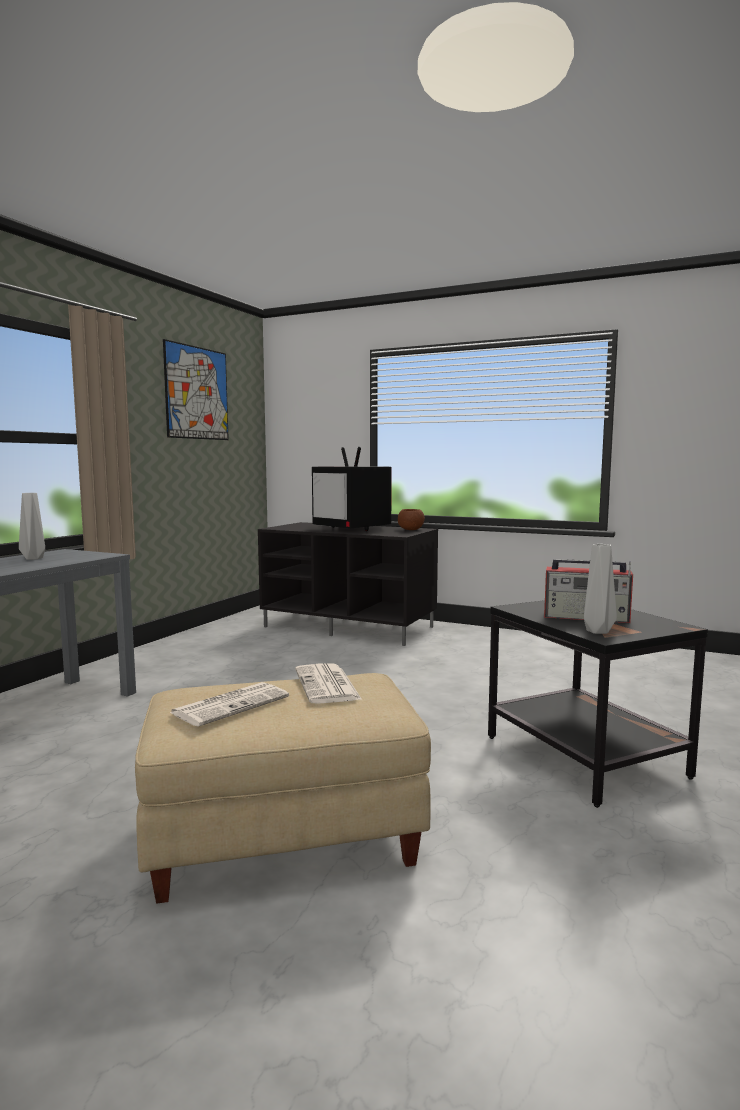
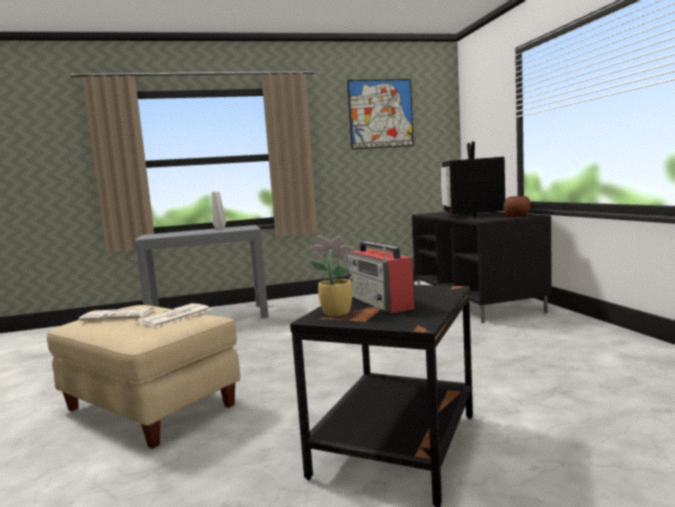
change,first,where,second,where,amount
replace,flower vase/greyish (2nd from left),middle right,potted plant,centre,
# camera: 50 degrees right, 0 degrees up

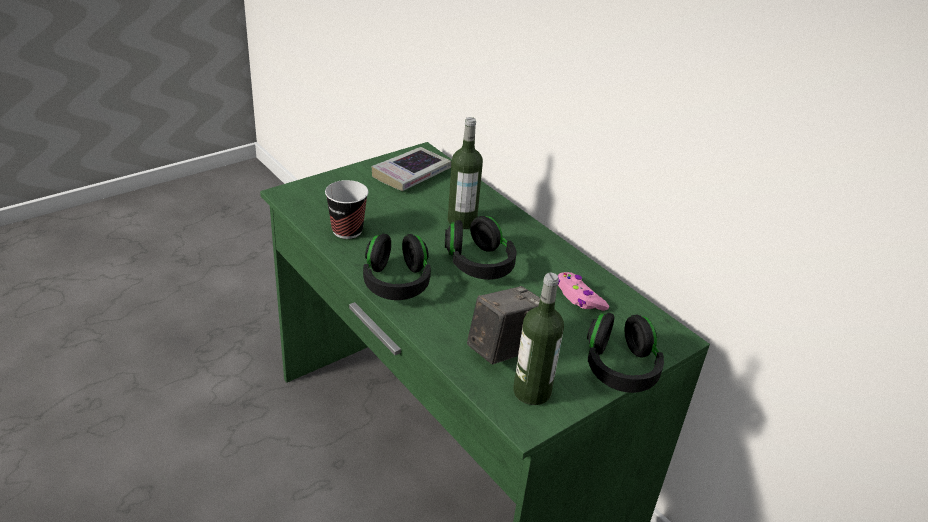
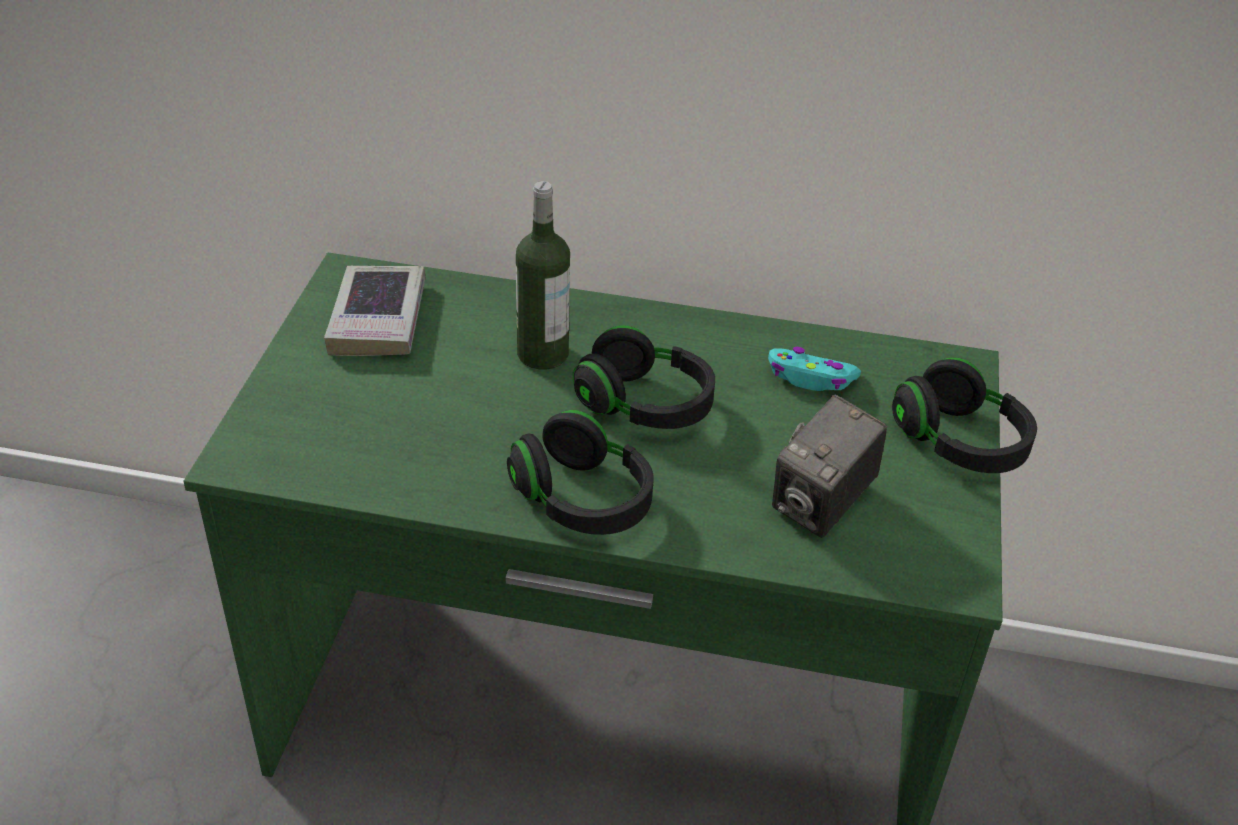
change,first,where,second,where,amount
recolor,game controller/pink,centre,game controller/blue-green,centre,
rotate,photo camera,centre,,middle right,150 degrees counterclockwise
delete,drinking cup,centre,,,
delete,beverage bottle (2nd from left),centre,,,
# camera: 40 degrees left, 5 degrees up

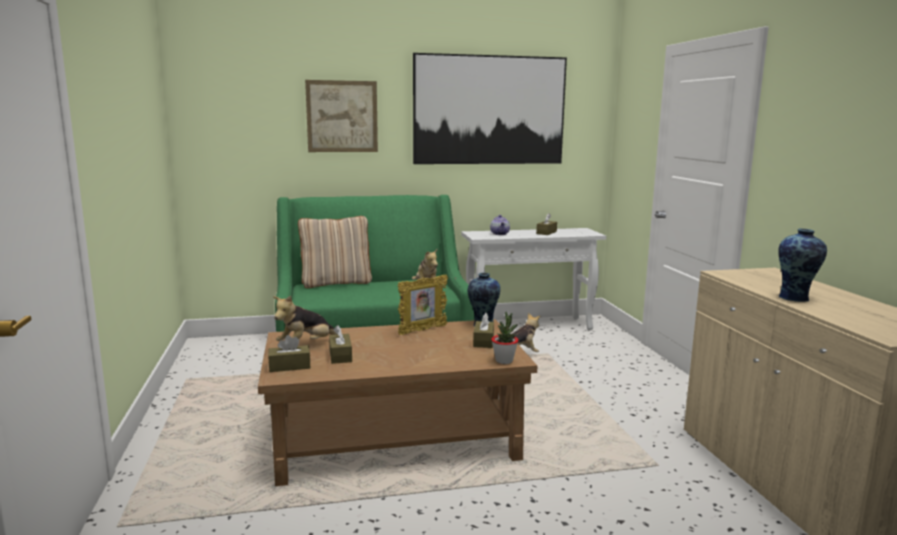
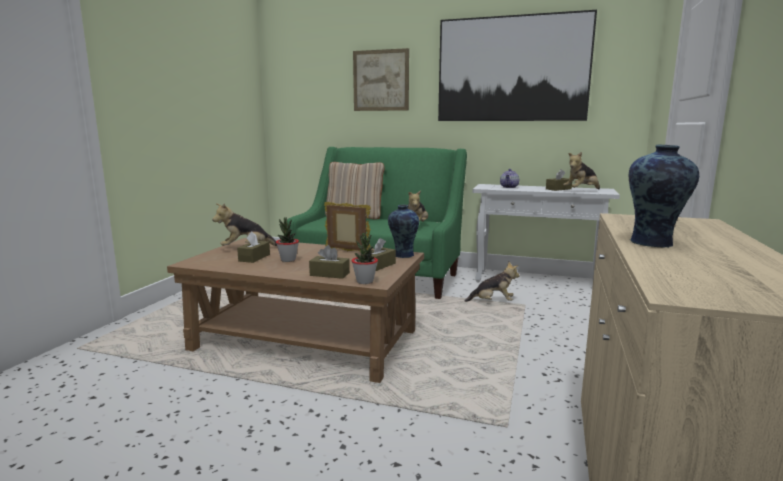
change,first,where,second,where,amount
insert,,,potted plant (1st from left),centre,
move,tissue box/brown-coloured (1st from left in the first image),middle left,tissue box/brown-coloured (2nd from left),centre,
rotate,photo frame,centre,,centre,150 degrees counterclockwise
insert,,,plush toy (4th from left),middle right,
# camera: 30 degrees right, 0 degrees up

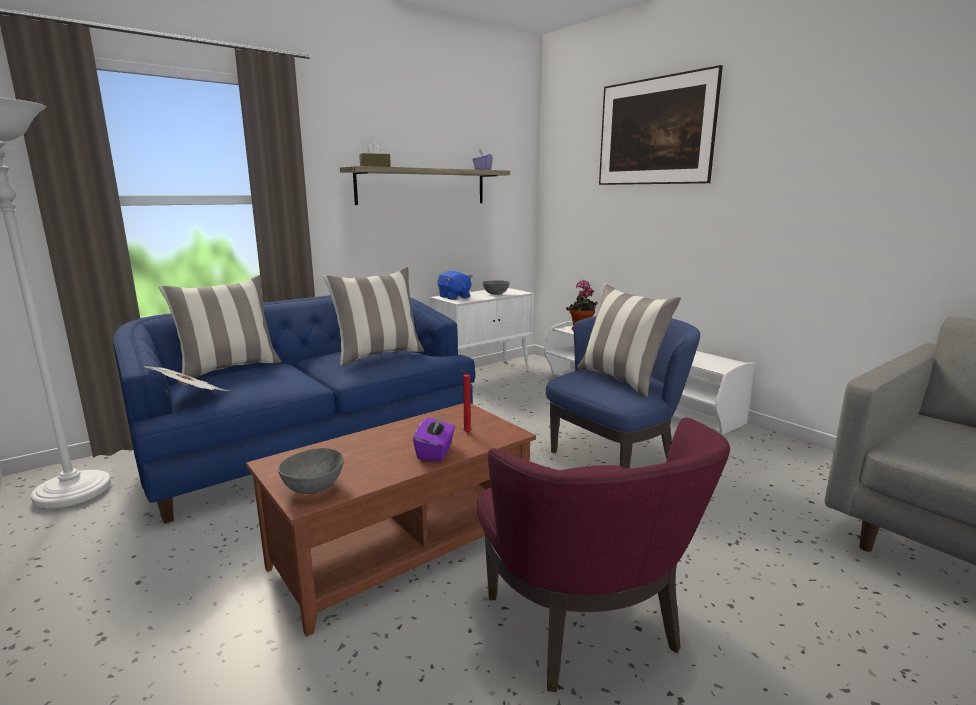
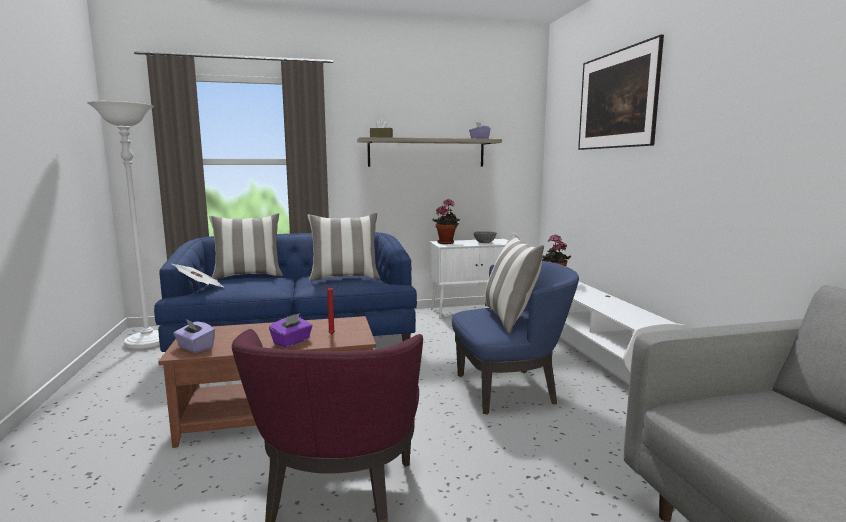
change,first,where,second,where,amount
replace,bowl/greyish (1st from left),bottom left,tissue box/purple-coloured (1st from left),middle left,
replace,plush toy/blue,centre,potted plant (1st from left),centre,
# camera: 25 degrees right, 5 degrees down

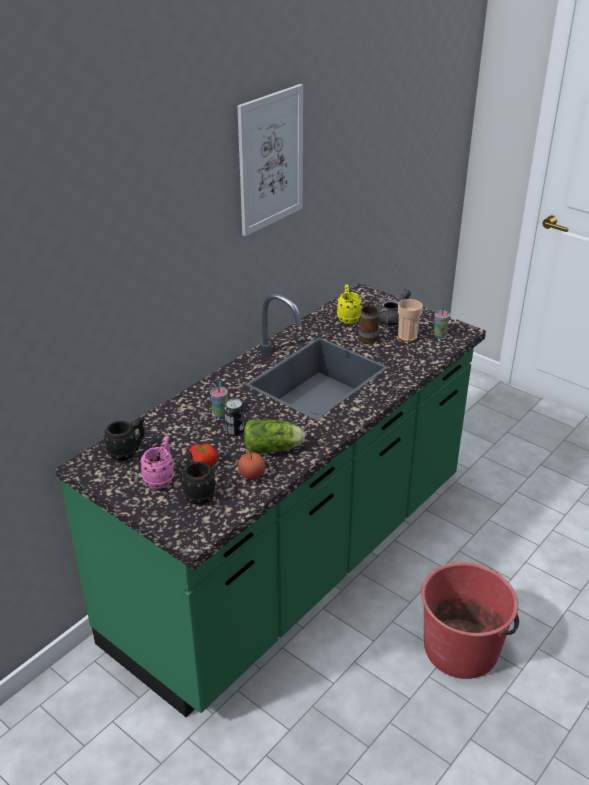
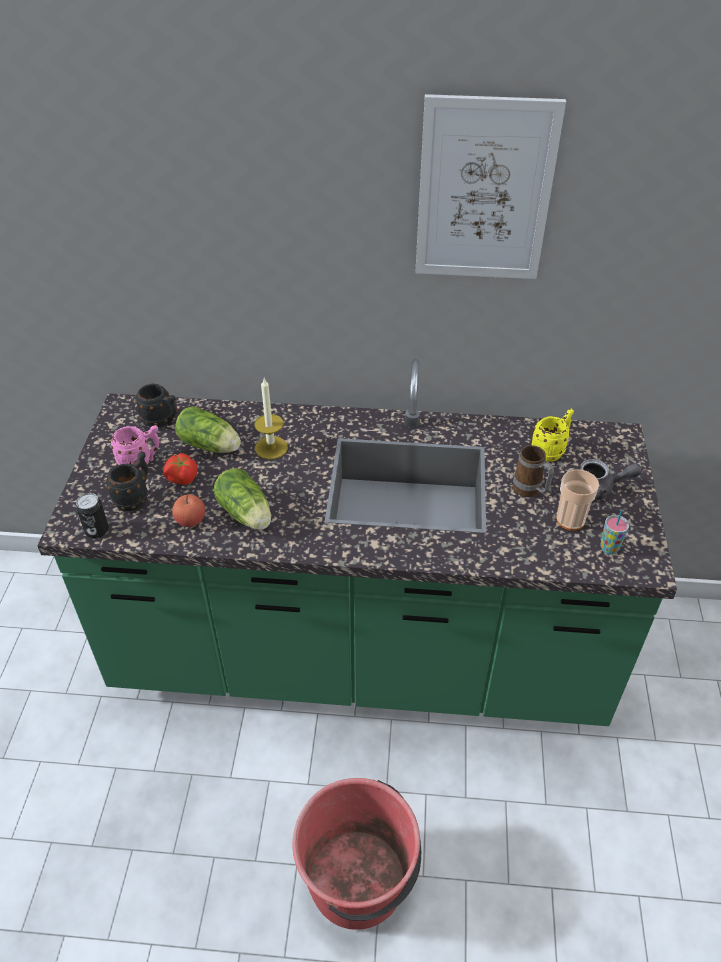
change,first,where,second,where,amount
move,can,centre,,middle left,
insert,,,head of lettuce (1st from left),middle left,
replace,drinking cup (1st from left),centre,candle,centre,
# camera: 55 degrees right, 10 degrees up

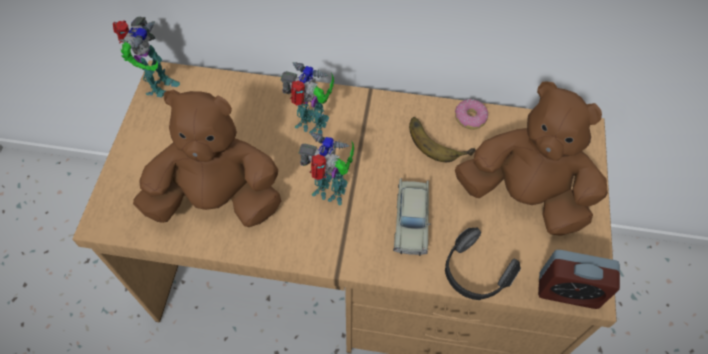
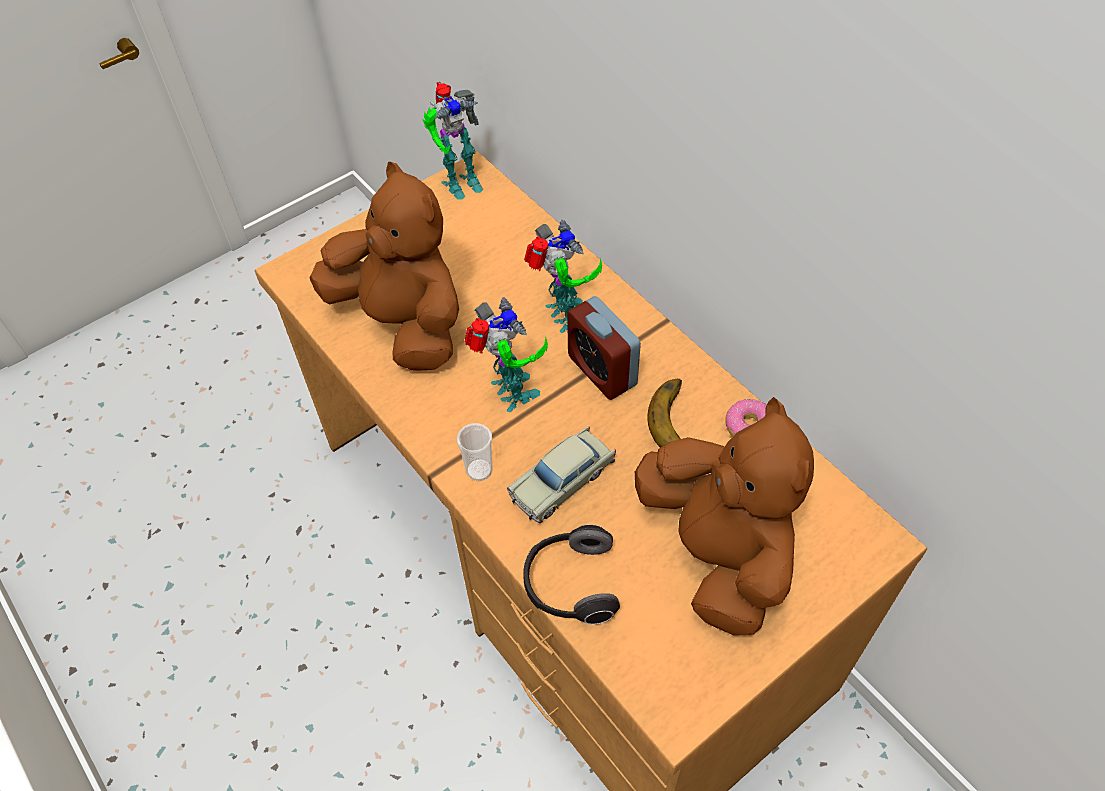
change,first,where,second,where,amount
insert,,,drinking cup,centre,
move,alarm clock,bottom right,,centre,
# camera: 45 degrees right, 5 degrees down

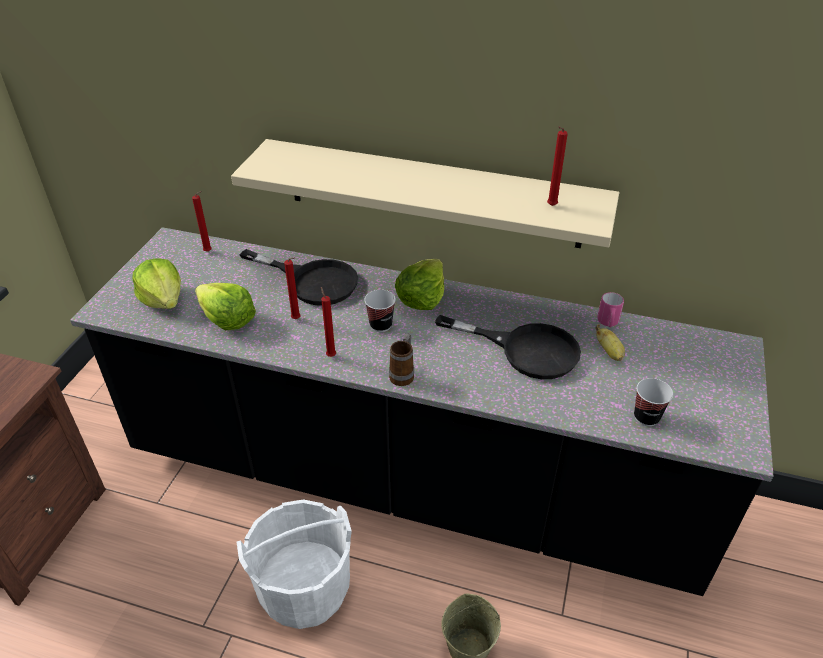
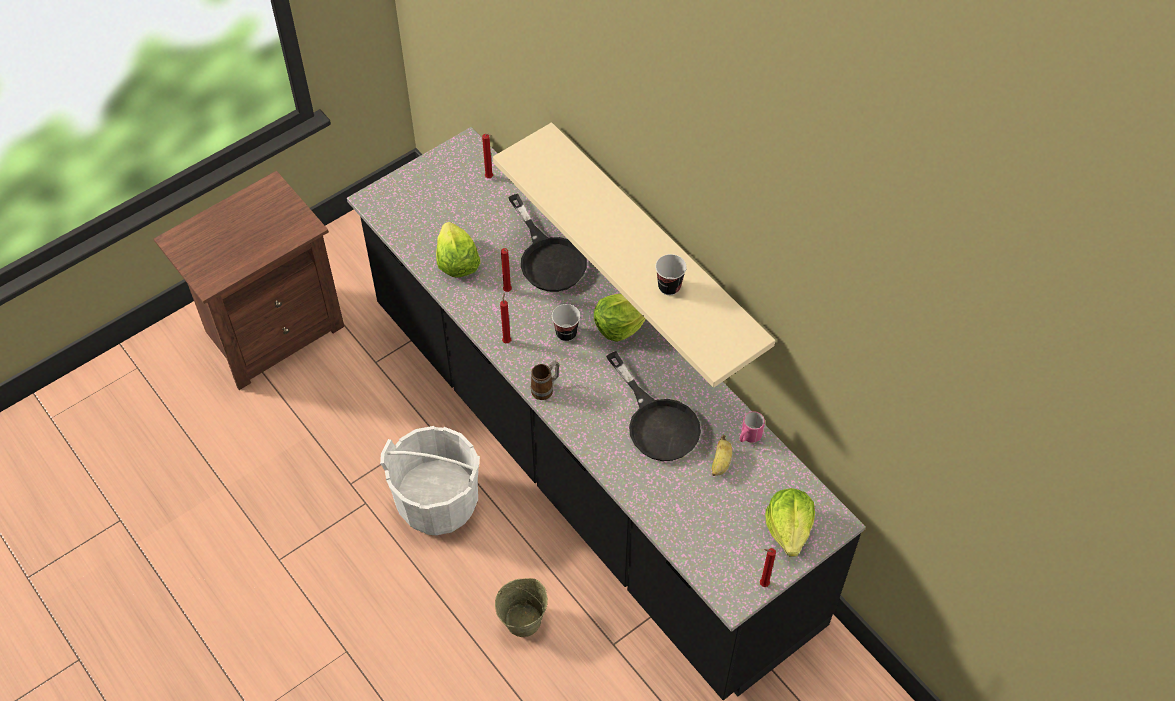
change,first,where,second,where,amount
move,drinking cup (2nd from left),middle right,,centre,
move,candle/reddish (4th from left),top right,,bottom centre,
move,head of lettuce (1st from left in the first image),middle left,head of lettuce (3rd from left),bottom right,
# camera: 35 degrees right, 15 degrees up

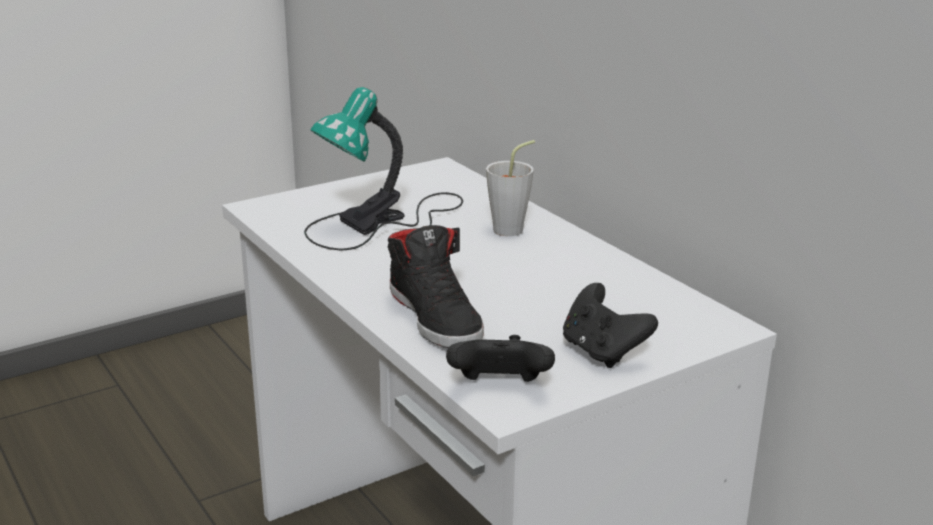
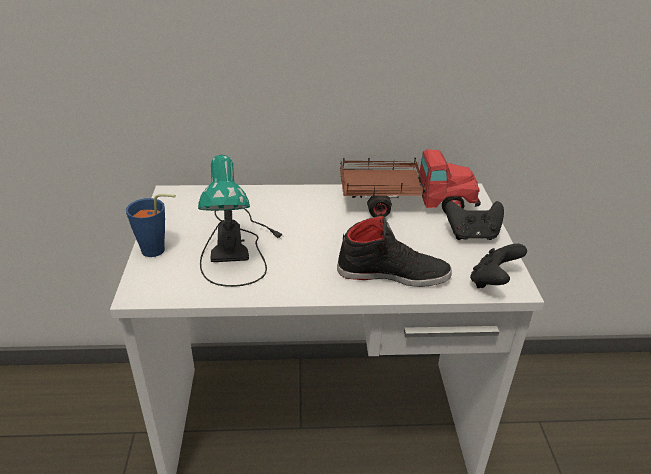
change,first,where,second,where,amount
insert,,,drinking cup/blue,middle left,
insert,,,toy truck,centre,
delete,drinking cup/greyish,centre,,,
# camera: 60 degrees left, 10 degrees up

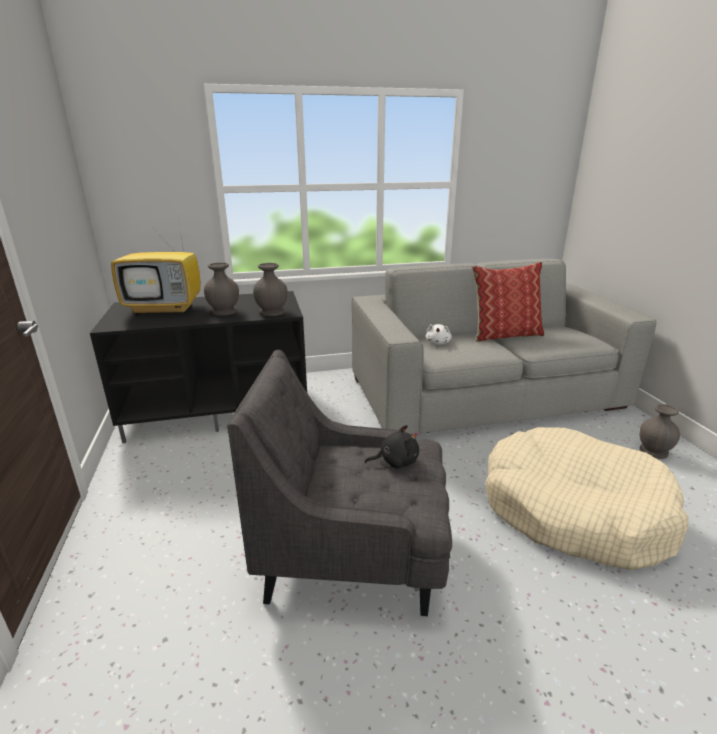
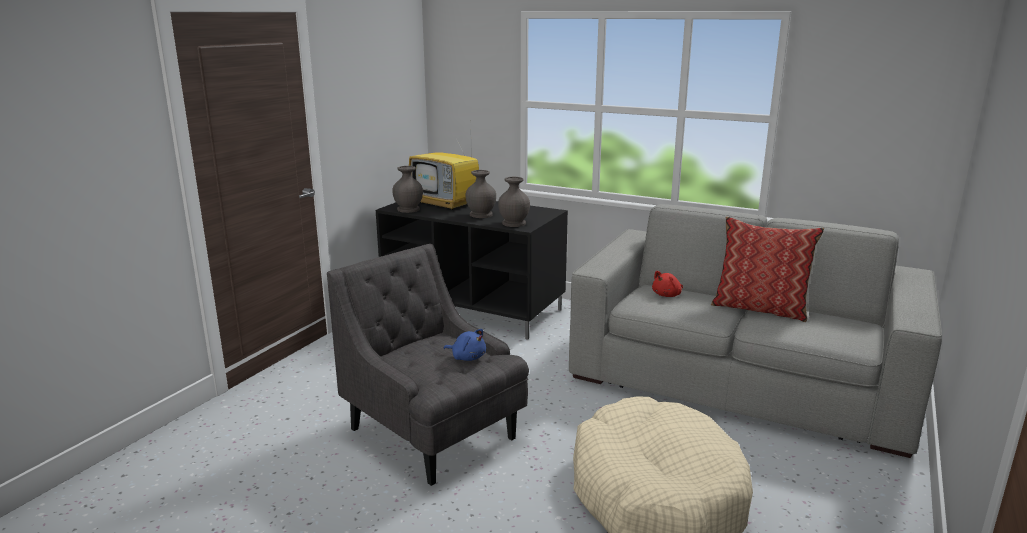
change,first,where,second,where,amount
move,flower vase/greyish (3rd from left in the first image),middle right,flower vase/greyish (1st from left),centre,
recolor,plush toy/black,centre,plush toy/blue,centre,
recolor,plush toy/white-coloured,centre,plush toy/reddish,centre,
# camera: 40 degrees right, 5 degrees down

